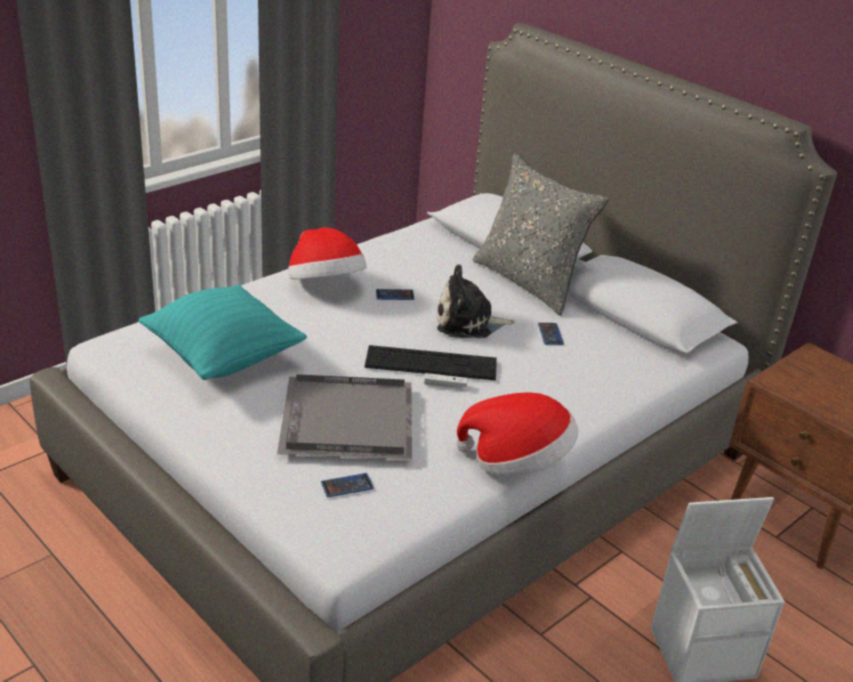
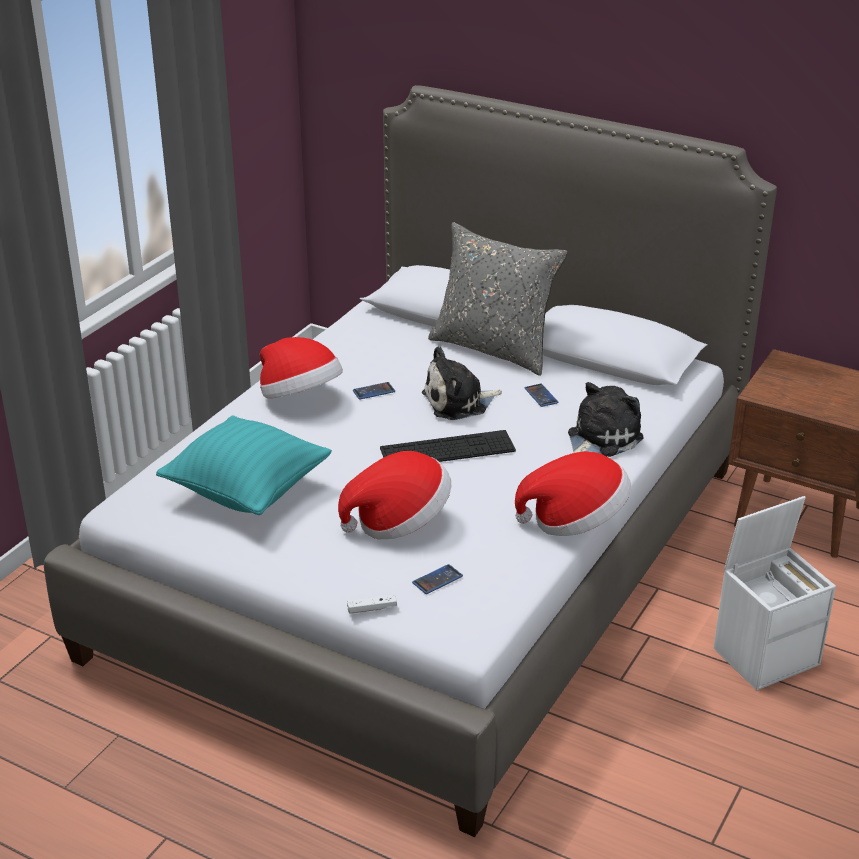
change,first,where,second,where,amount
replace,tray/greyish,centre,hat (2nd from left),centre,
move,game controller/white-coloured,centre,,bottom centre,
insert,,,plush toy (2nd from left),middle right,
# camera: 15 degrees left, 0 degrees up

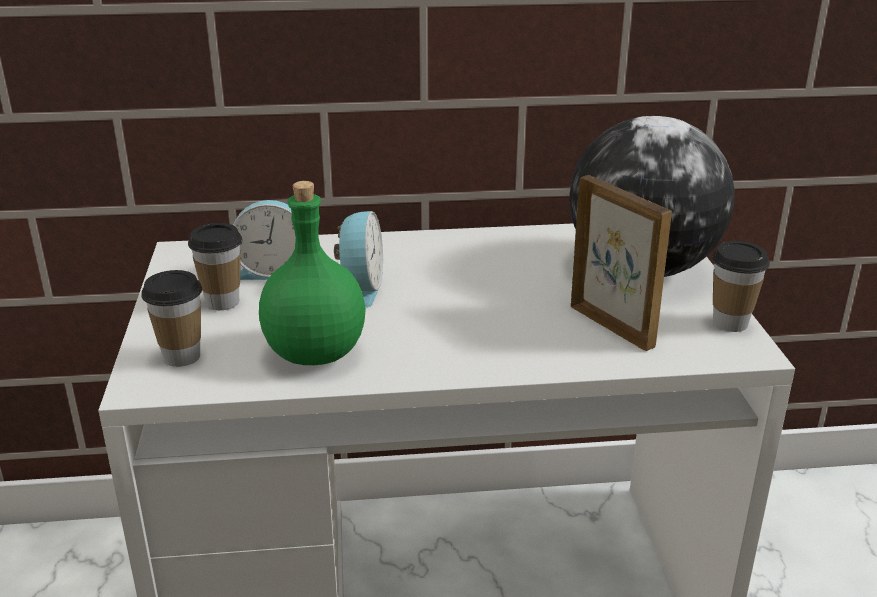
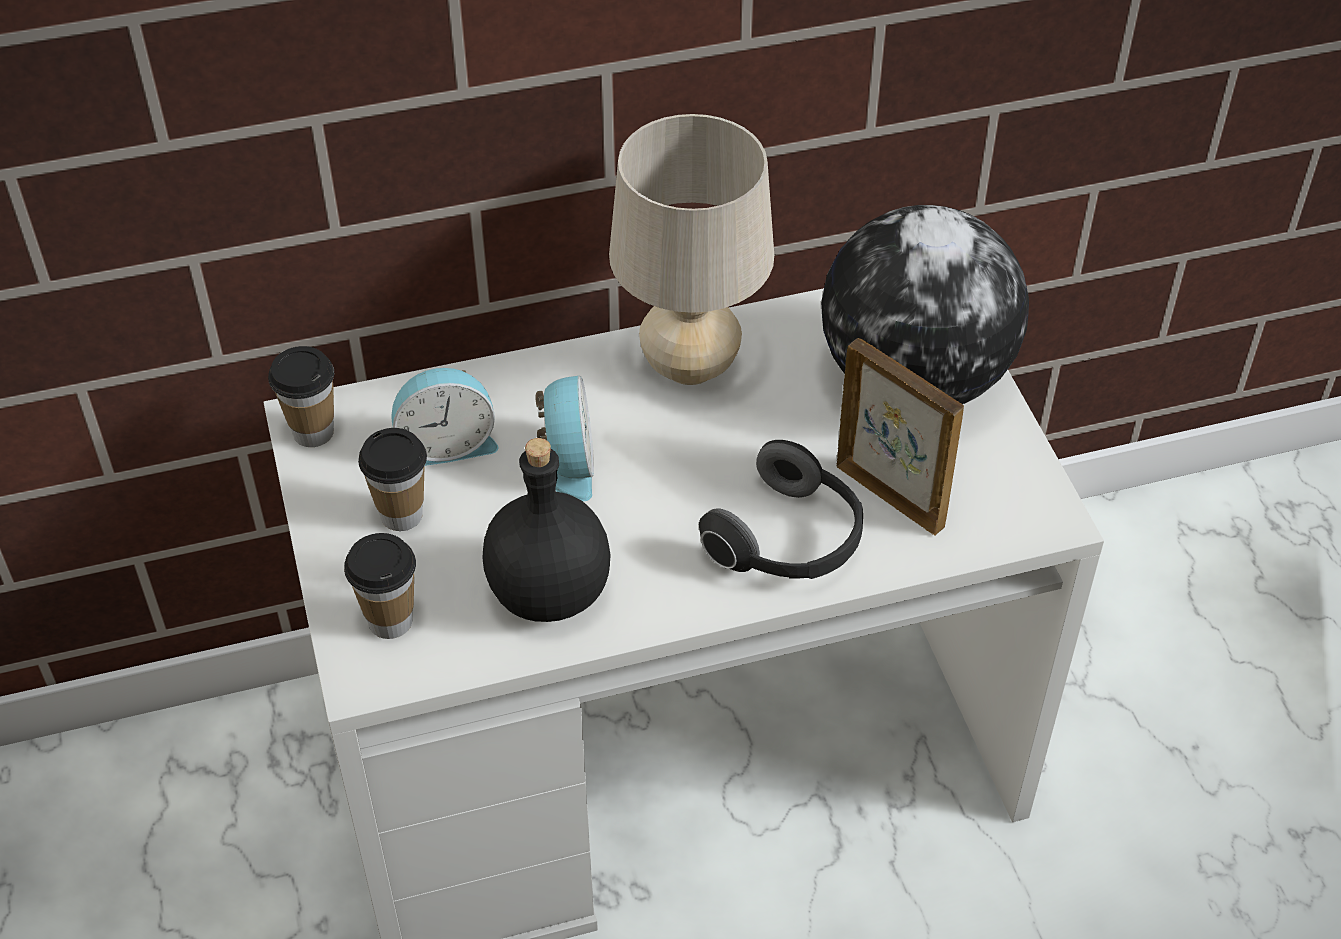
change,first,where,second,where,amount
move,drinking cup (3rd from left in the first image),middle right,drinking cup (1st from left),middle left,
recolor,beverage bottle/greenish,centre,beverage bottle/black,centre,
insert,,,table lamp/sand-coloured,top centre,
insert,,,headset,centre,
# camera: 10 degrees left, 20 degrees up

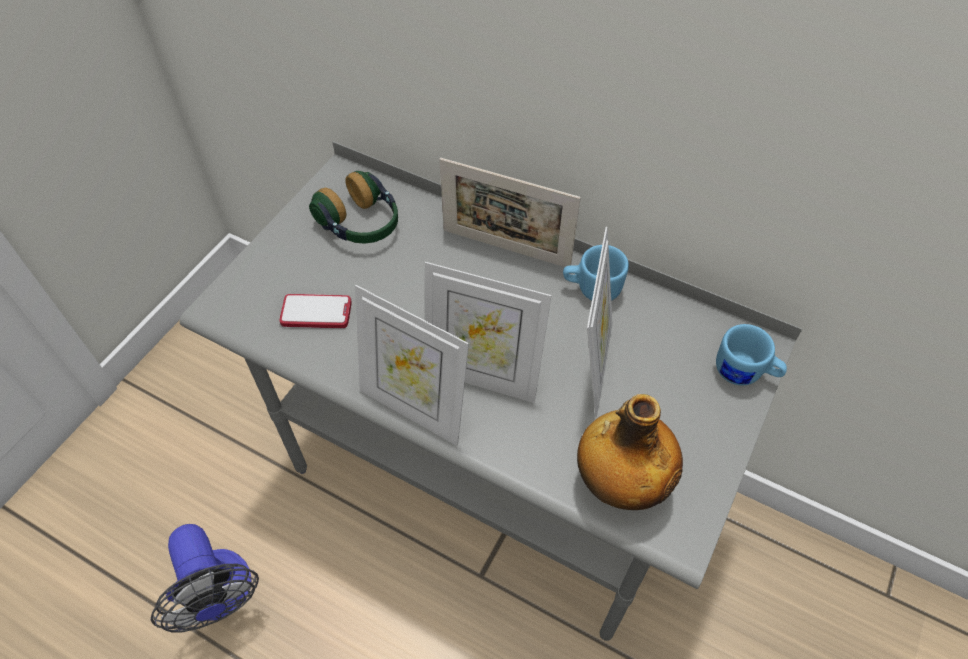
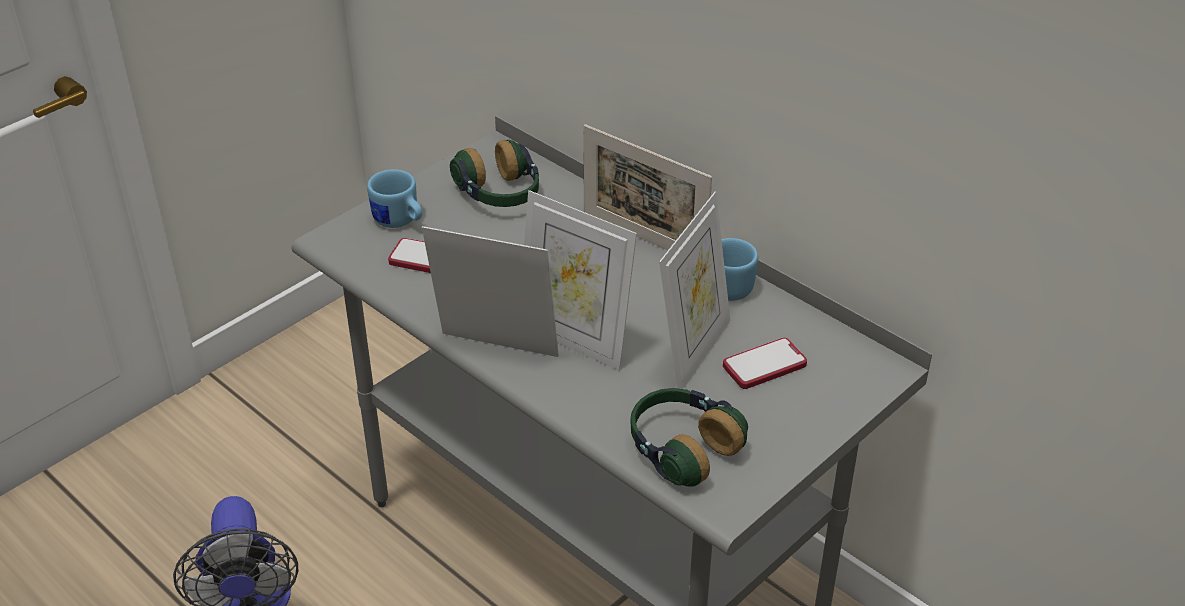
change,first,where,second,where,amount
move,coffee mug/blue (2nd from left in the first image),middle right,coffee mug/blue (1st from left),top left,
rotate,photo frame (1st from left),centre,,centre,150 degrees clockwise
replace,beverage bottle,bottom centre,headset (2nd from left),bottom centre,
insert,,,telephone (2nd from left),centre,
# camera: 15 degrees right, 15 degrees down

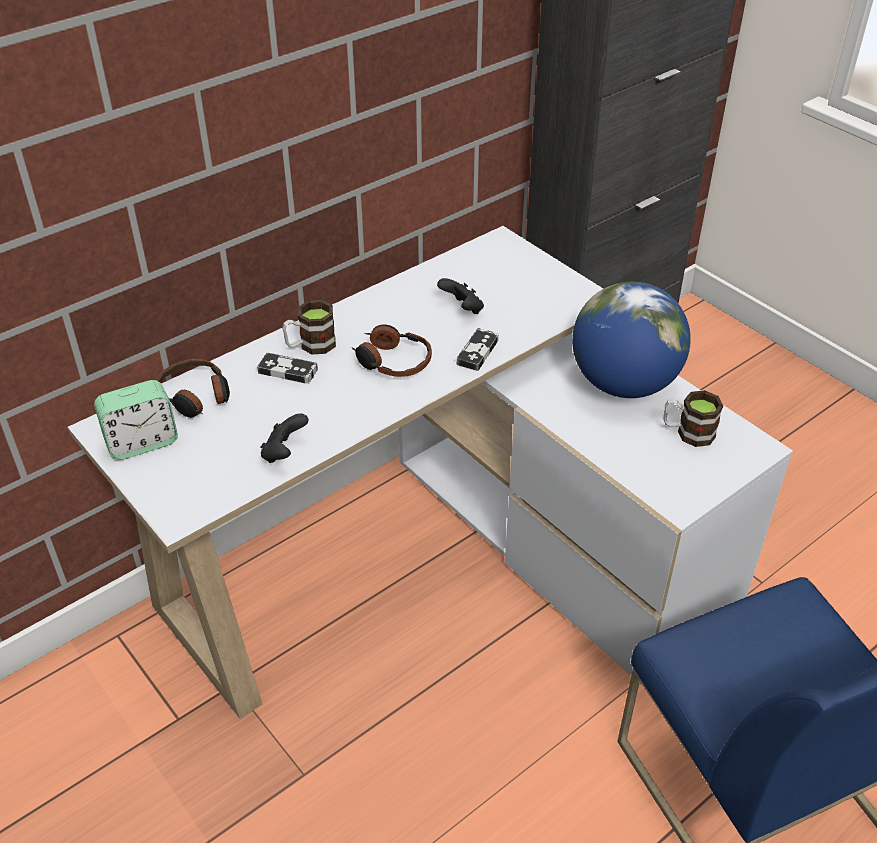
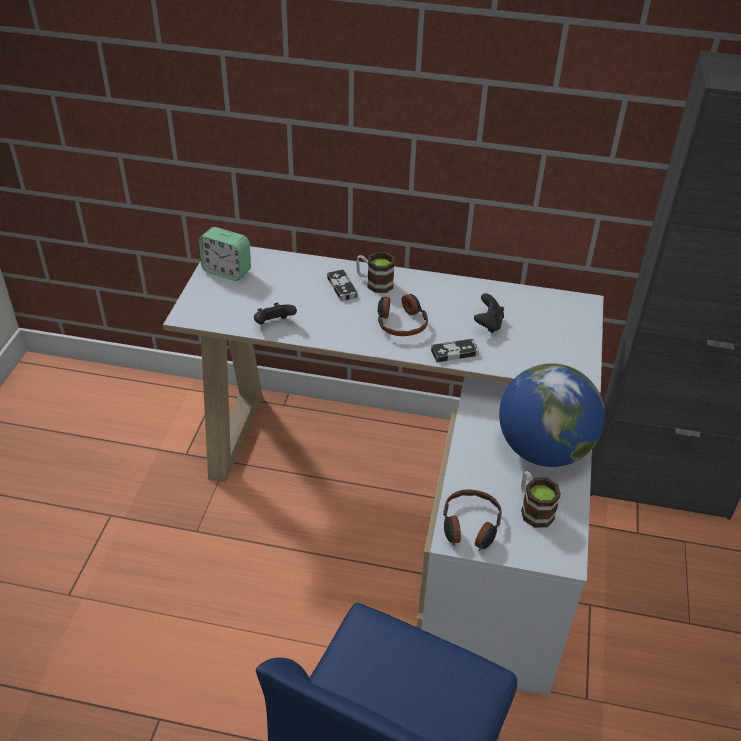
change,first,where,second,where,amount
move,headset (1st from left in the first image),middle left,headset (2nd from left),bottom centre,
# camera: 50 degrees right, 0 degrees up

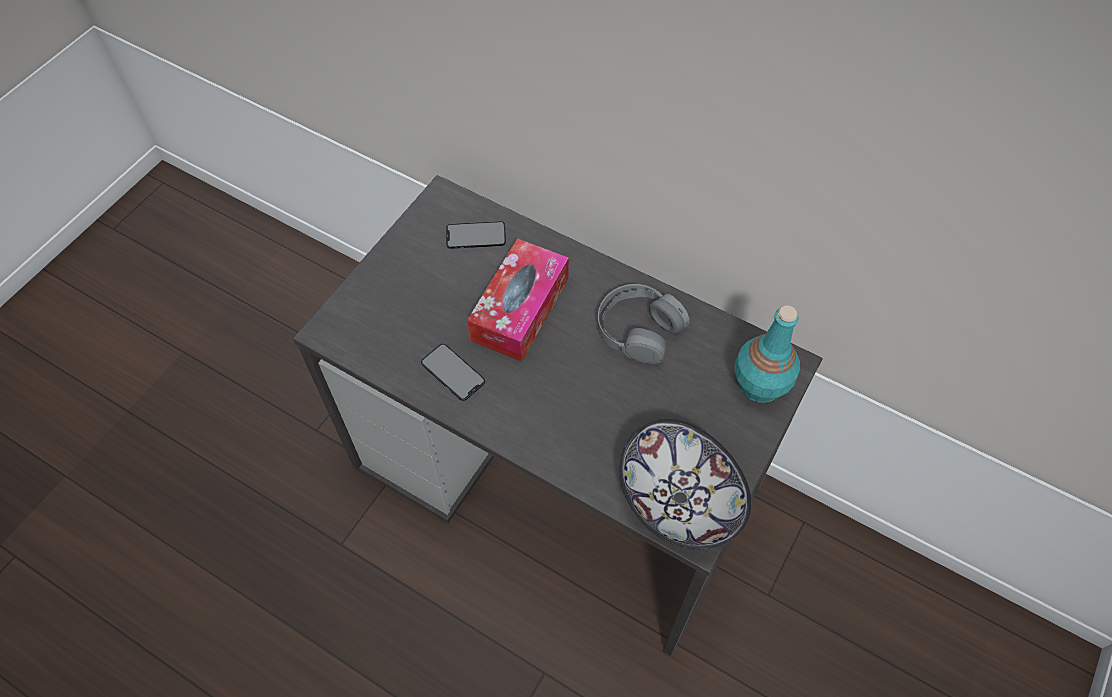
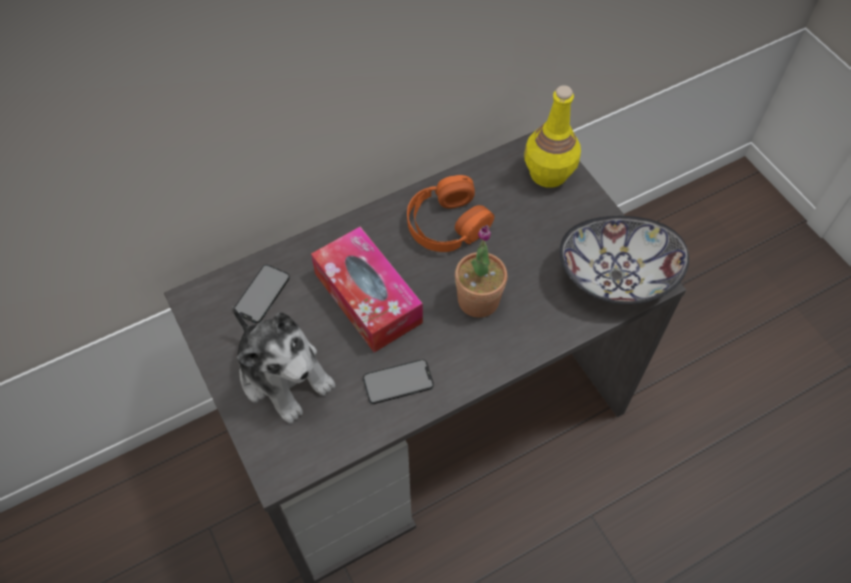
change,first,where,second,where,amount
insert,,,plush toy,centre,
recolor,headset/greyish,centre,headset/orange,centre,
insert,,,potted plant,centre,
recolor,beverage bottle/blue-green,middle right,beverage bottle/yellow,top centre,
# camera: 60 degrees left, 0 degrees up

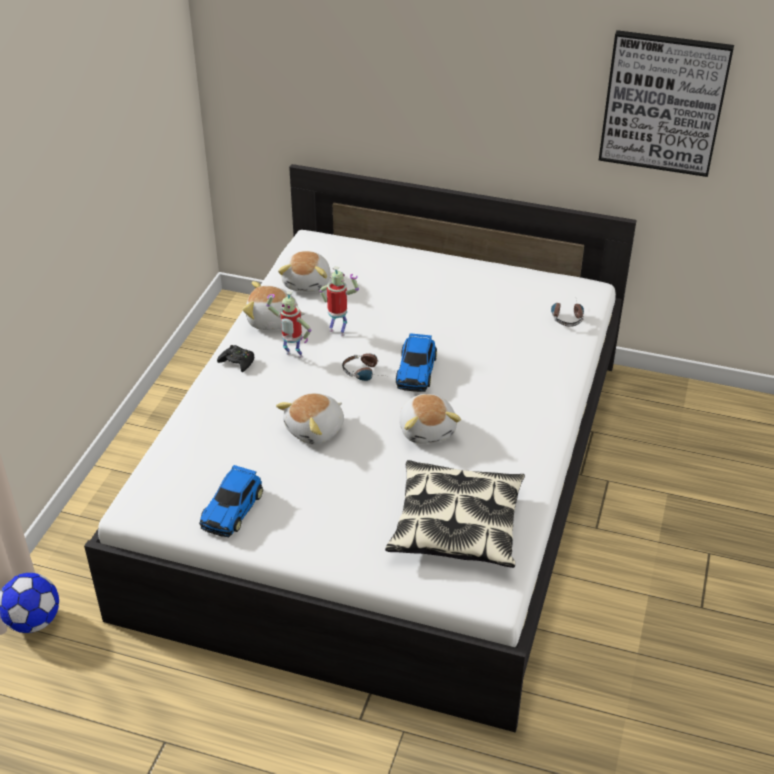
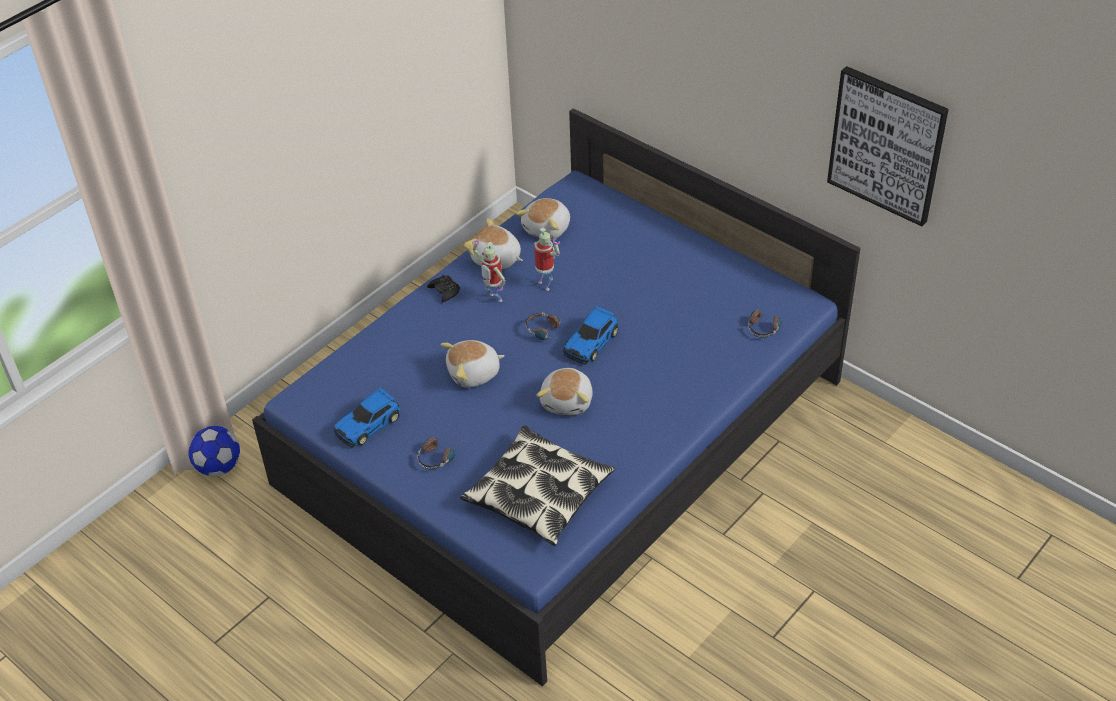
change,first,where,second,where,amount
recolor,sleeping bed/white-coloured,centre,sleeping bed/blue,centre,
insert,,,headset (1st from left),centre,
# camera: 25 degrees right, 5 degrees up

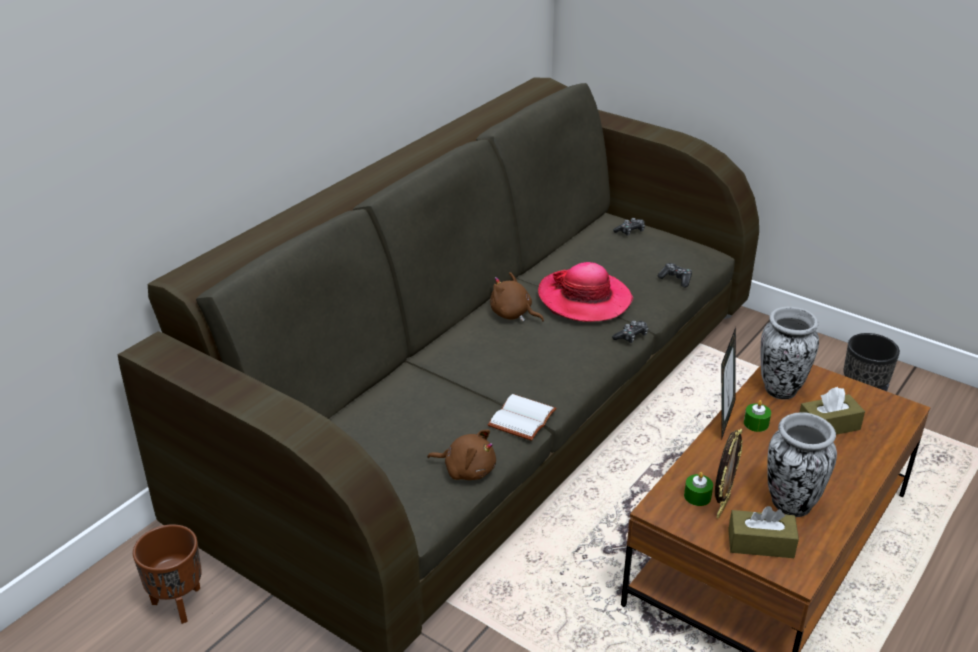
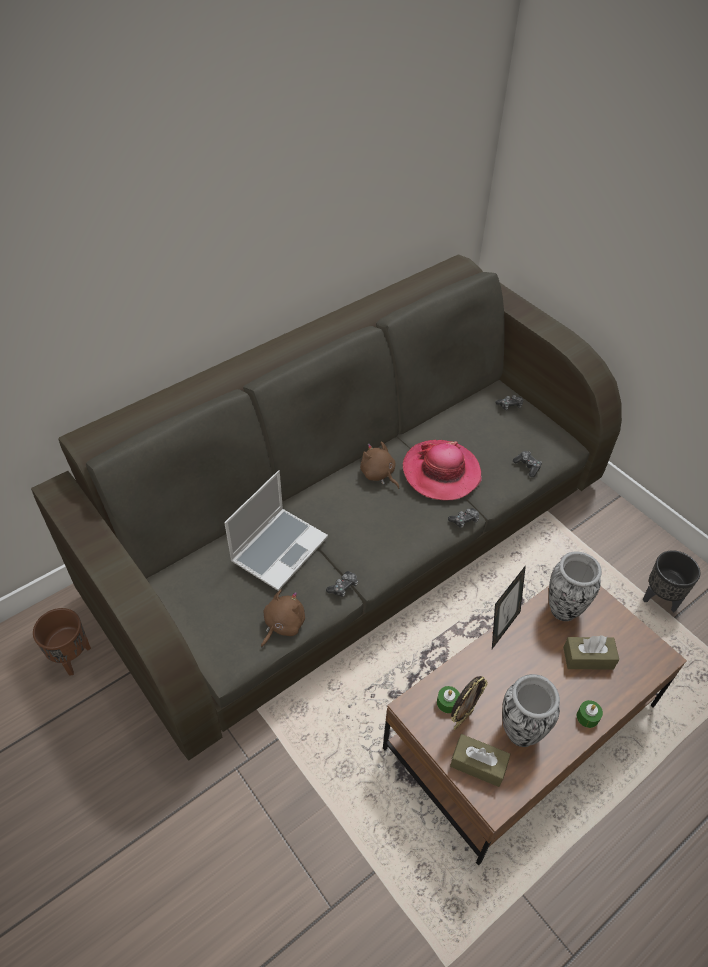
change,first,where,second,where,amount
insert,,,notebook computer,centre,
rotate,plush toy/brown-coloured (1st from left),bottom centre,,centre,90 degrees counterclockwise
replace,bound book/white-coloured,centre,game controller (1st from left),centre,
move,candle/greenish (2nd from left),middle right,,bottom right,
# camera: 15 degrees right, 15 degrees up

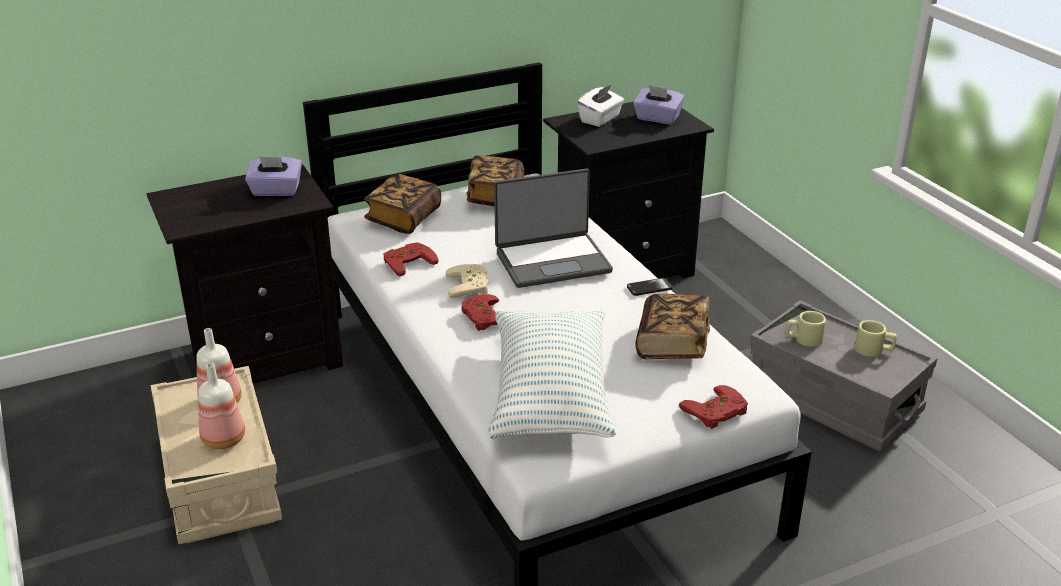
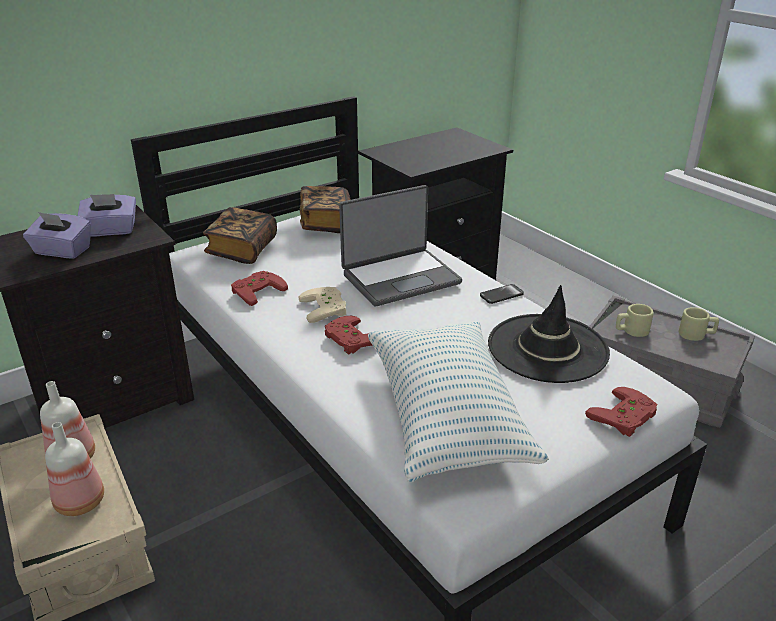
change,first,where,second,where,amount
move,tissue box/purple-coloured (2nd from left in the first image),top centre,tissue box/purple-coloured (1st from left),middle left,
replace,bound book (3rd from left),centre,hat/black,middle right,
delete,tissue box/white-coloured,top centre,,,
# camera: 10 degrees left, 0 degrees up

